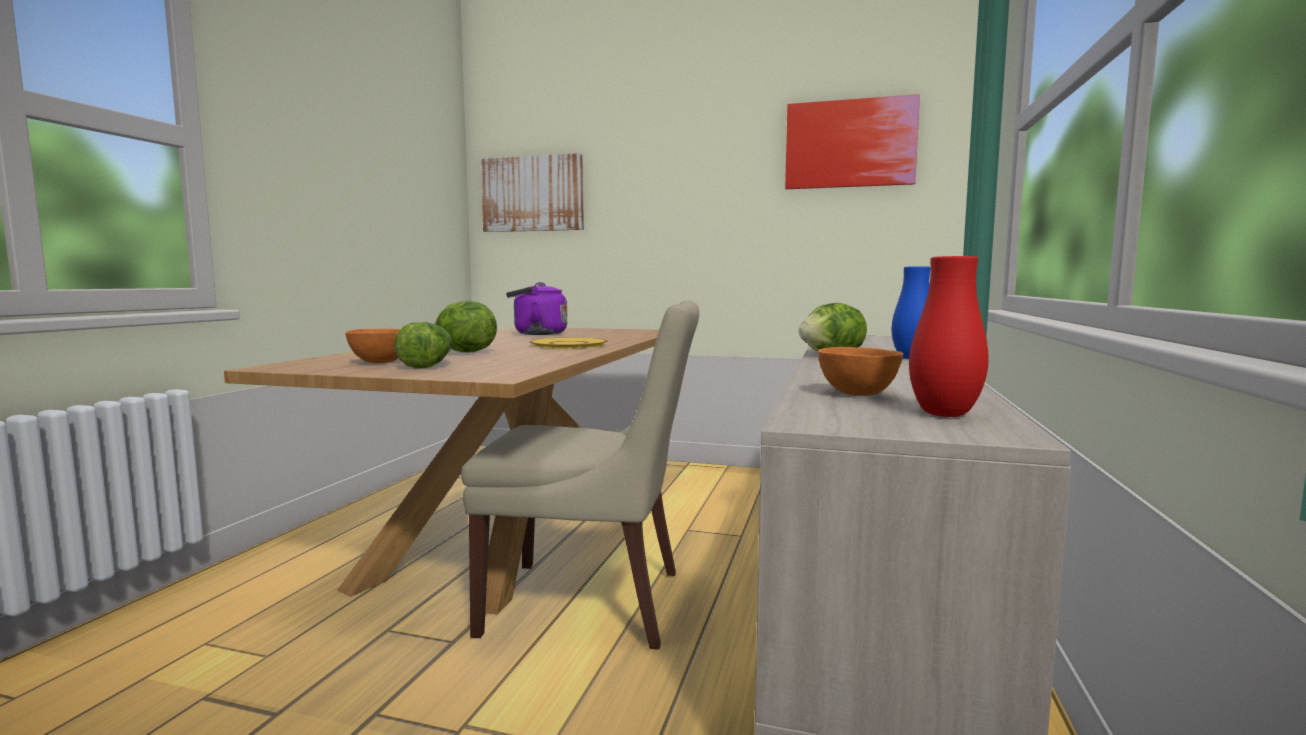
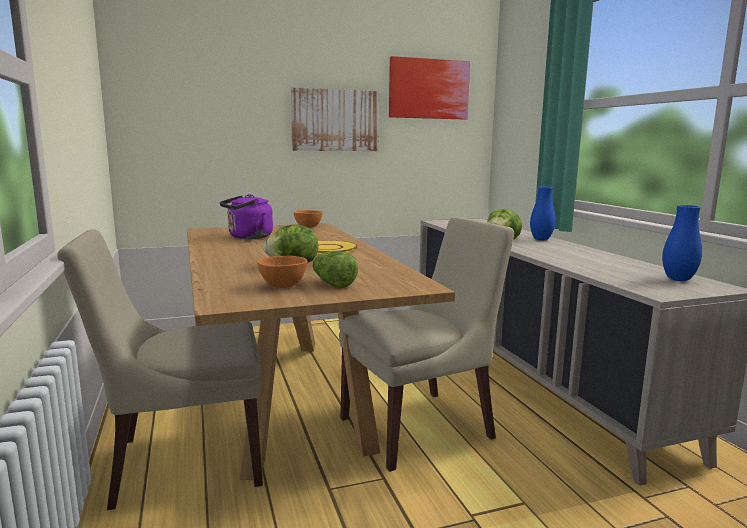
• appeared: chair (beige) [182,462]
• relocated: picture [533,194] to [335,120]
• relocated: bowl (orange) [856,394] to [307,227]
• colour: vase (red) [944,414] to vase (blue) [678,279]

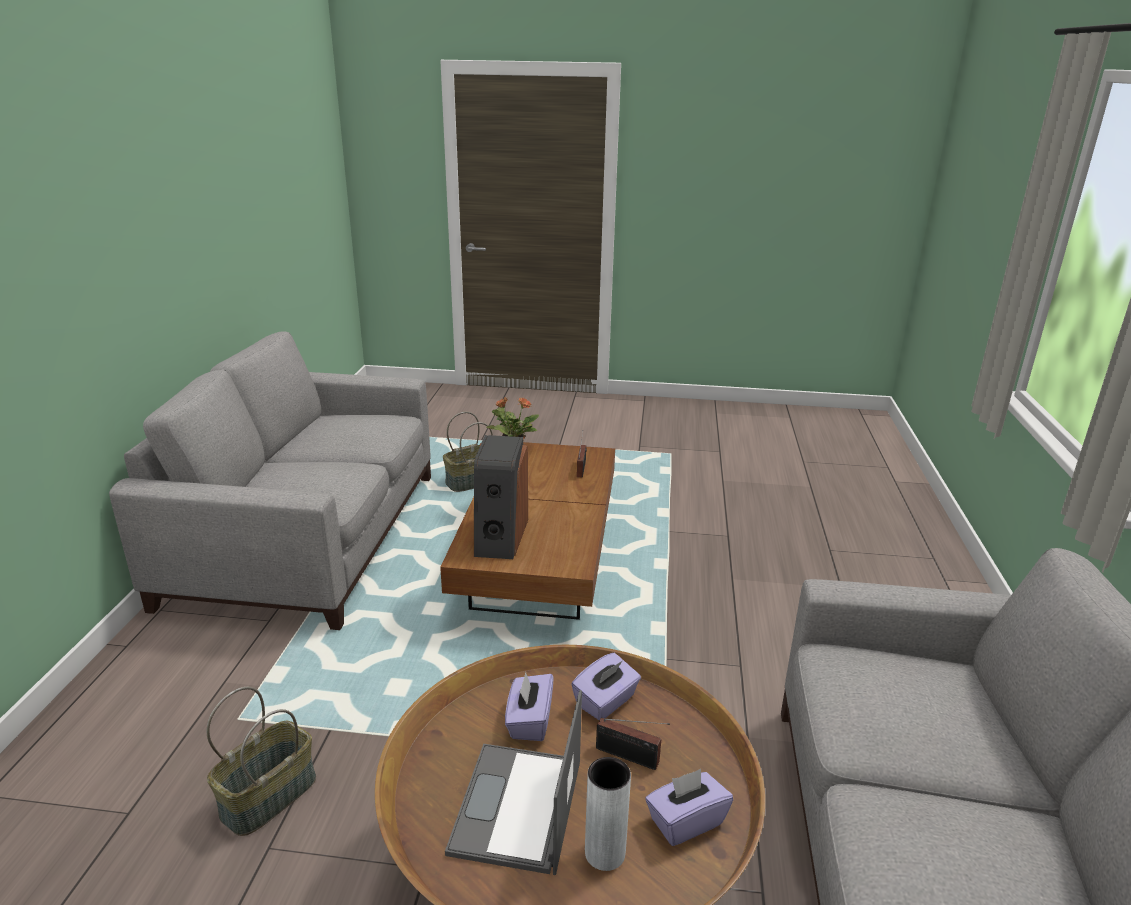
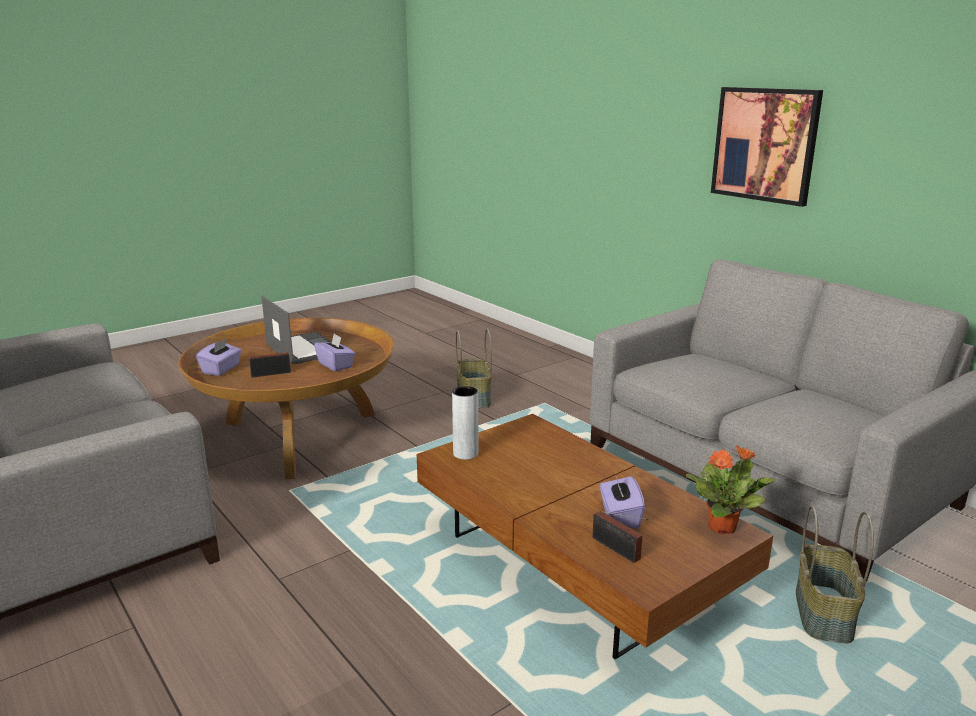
• relocated: vase (grey) [605,853] to [465,454]
• relocated: tissue box (purple) [606,702] to [619,516]
• appeared: picture [765,144]
• missing: speaker [500,537]

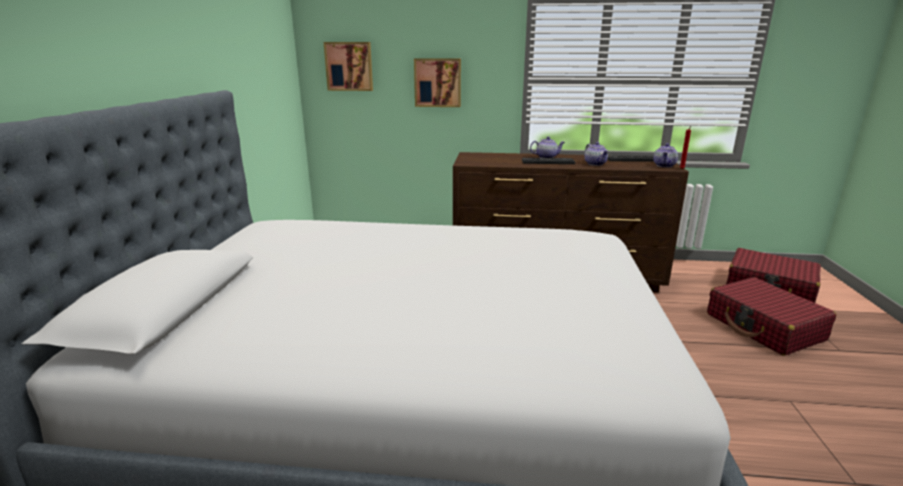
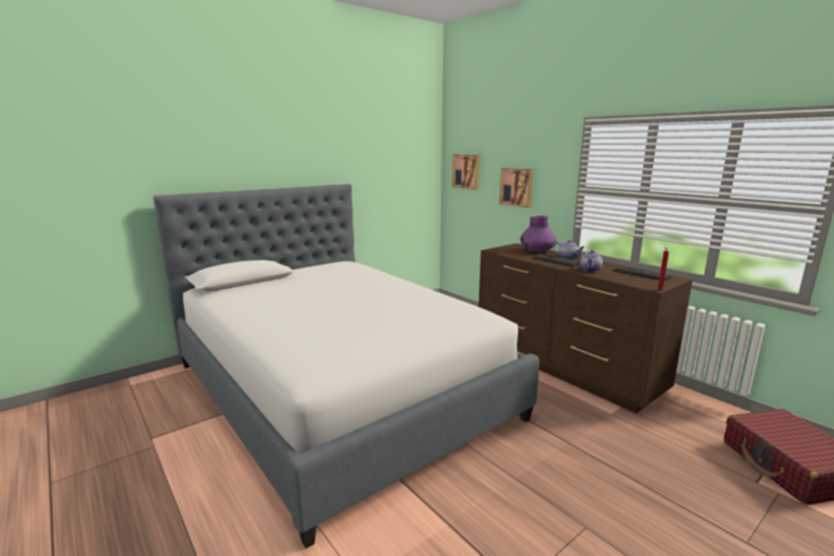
• appeared: vase (purple) [537,250]
• missing: teapot [664,165]
• missing: suitcase (red) [764,327]

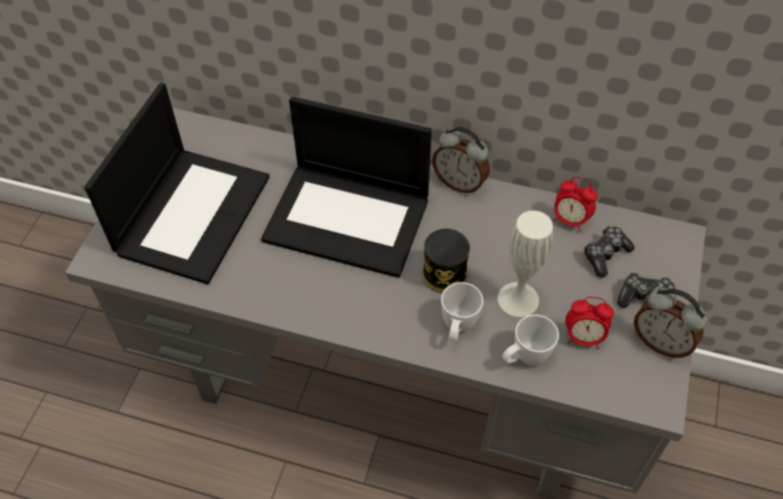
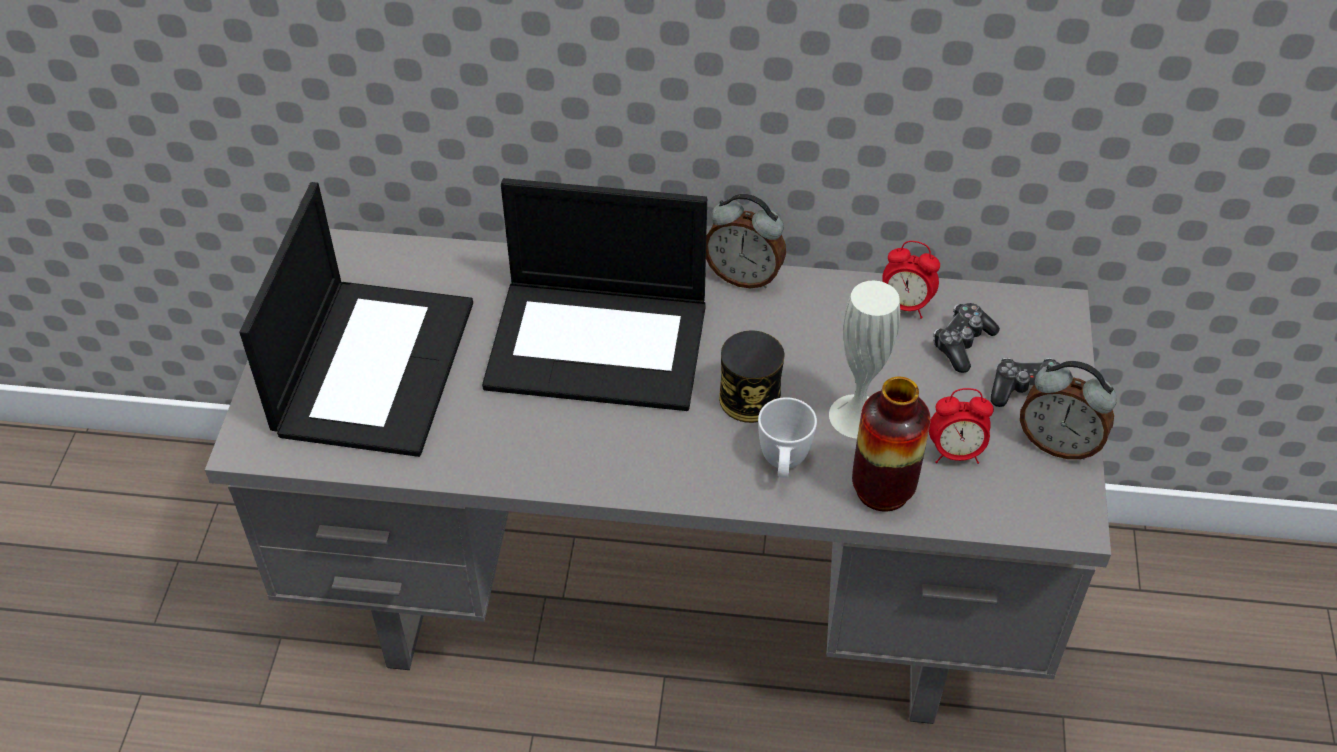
• exchanged: mug (white) [524,358] to vase [882,490]

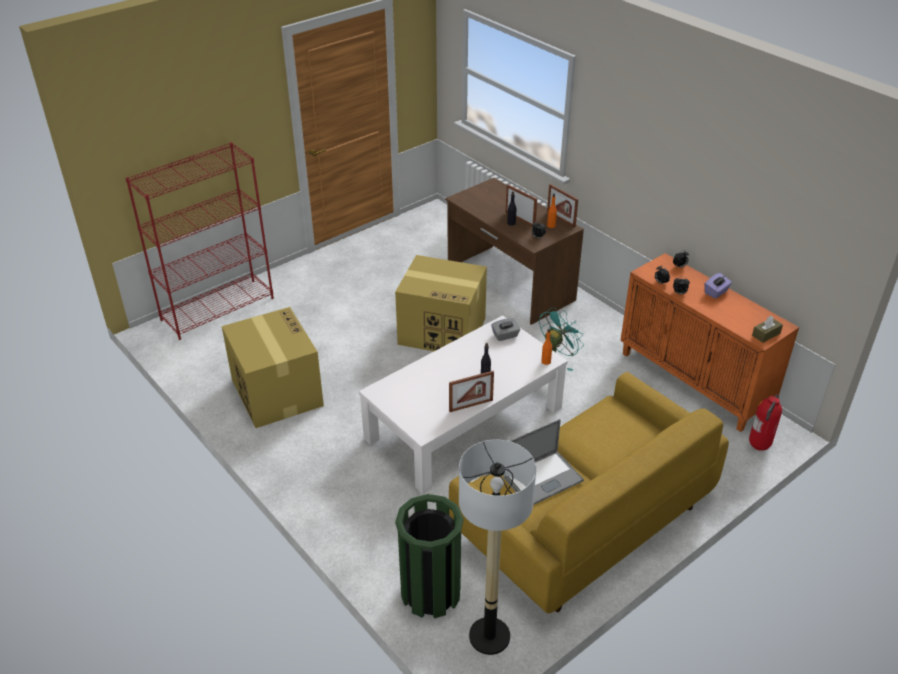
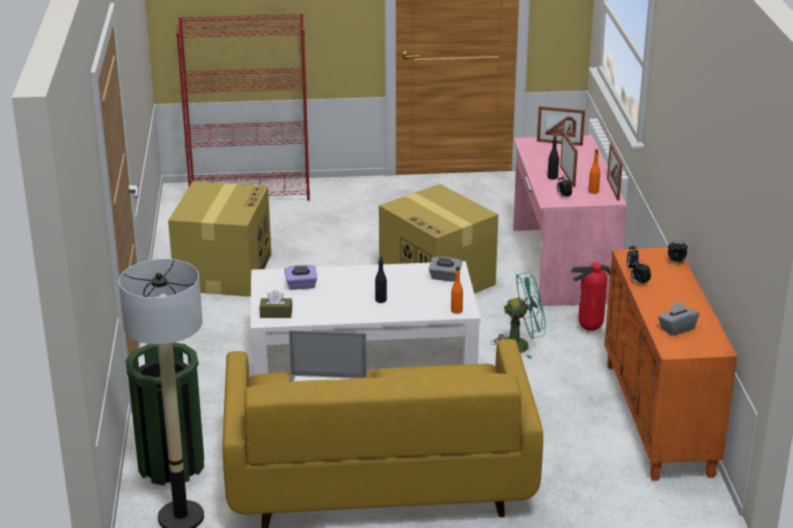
• relocated: tissue box (brown) [766,334] to [276,313]
• relocated: tissue box (purple) [716,292] to [301,286]
• colour: desk (brown) [509,283] to desk (pink) [561,264]
• relocated: picture frame [471,405] to [559,143]
• relocated: fire extinguisher [759,447] to [590,329]
• appeared: tissue box (grey) [676,328]

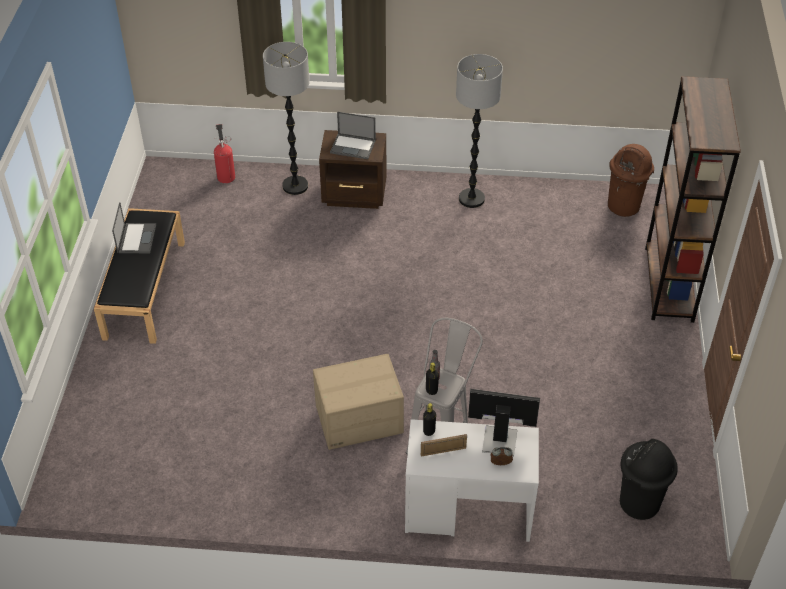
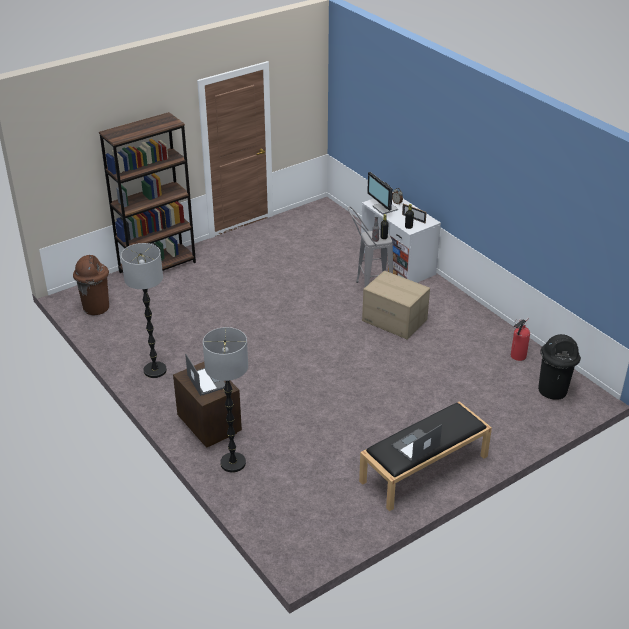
• relocated: fire extinguisher [226,176] to [517,356]
• relocated: trash can (black) [638,503] to [553,390]

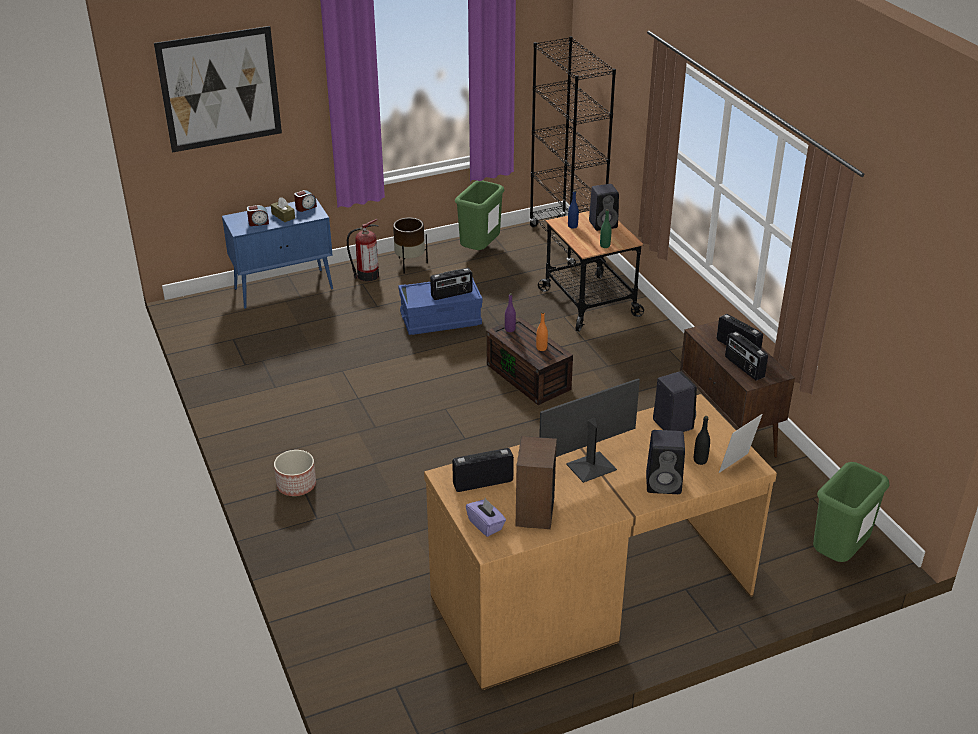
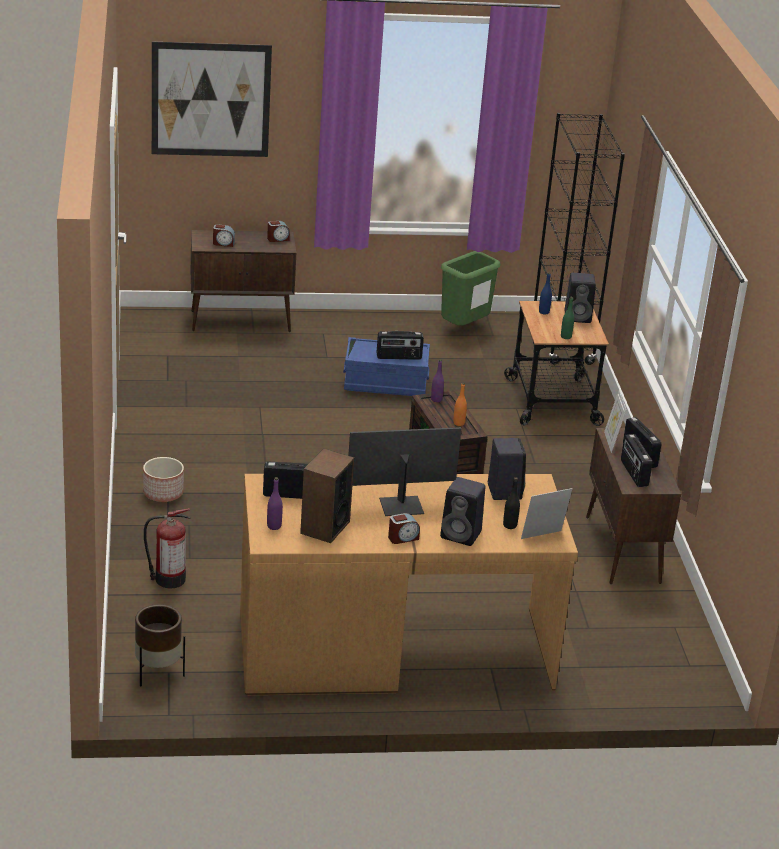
• relocated: planter (brown) [409,265] to [157,673]
• relocated: fire extinguisher [366,275] to [168,579]
• colour: cabinet (blue) [284,289] to cabinet (brown) [242,321]
• exchanged: tissue box (purple) [486,525] to bottle (purple) [274,526]
• appeared: alarm clock [403,538]
• appeared: picture frame [611,442]
• missing: tissue box (brown) [283,216]
• missing: trash can (green) [838,555]

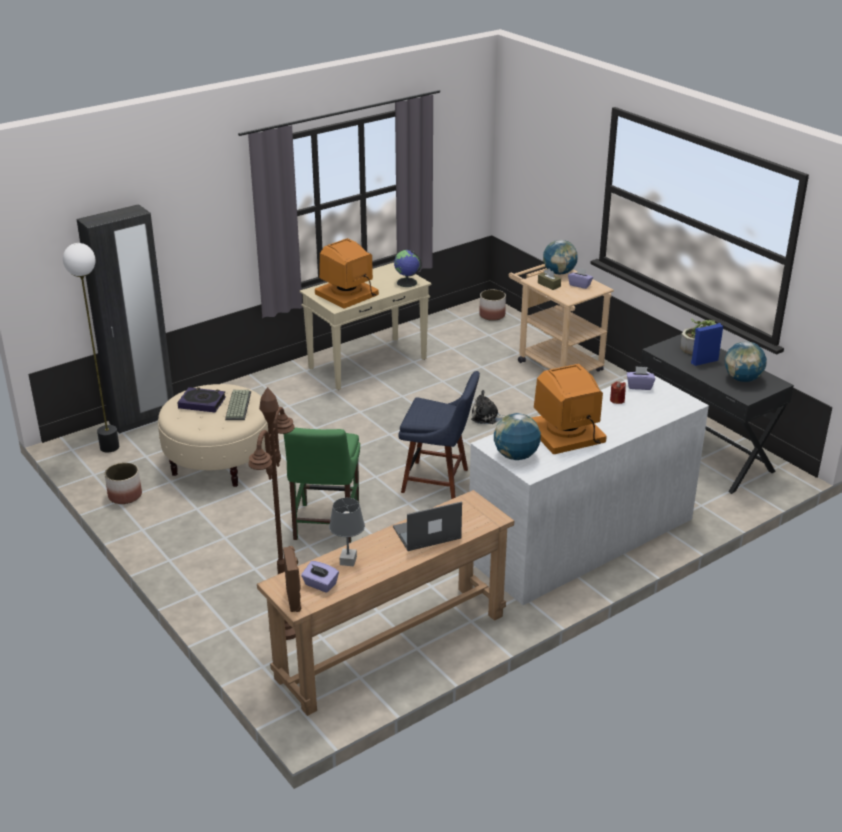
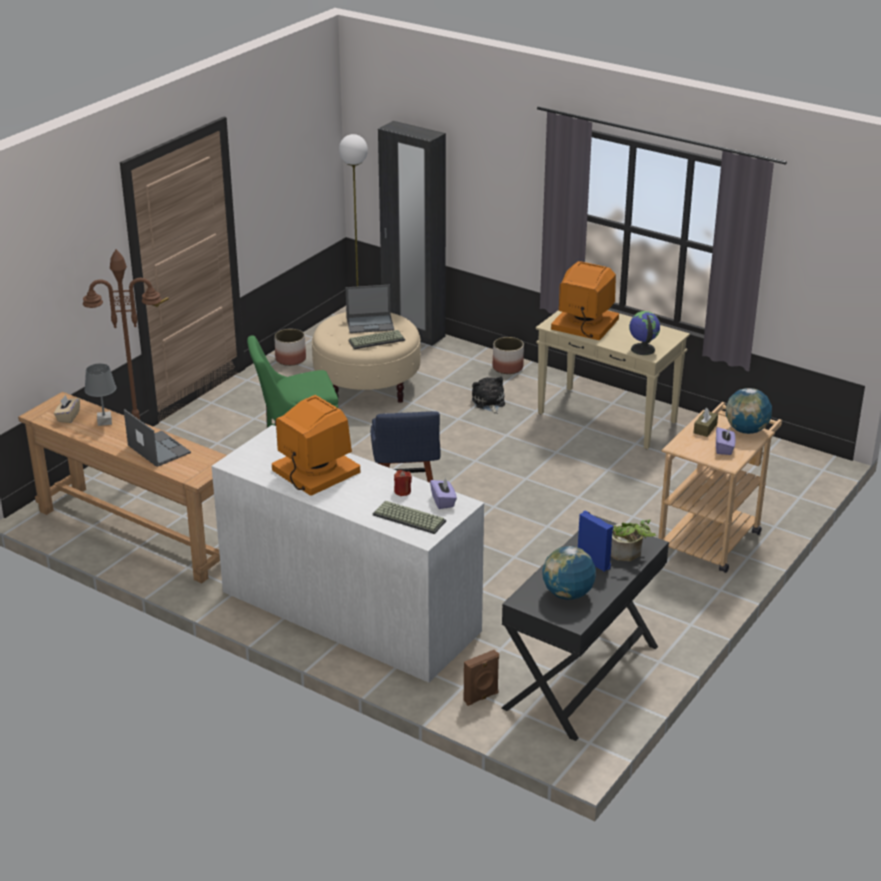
• colour: tissue box (purple) [320,585] to tissue box (beige) [68,417]
• exchanged: book [202,403] to laptop [370,324]
• appeared: keyboard [408,518]
• relocated: speaker (brown) [294,599] to [481,697]
• relocated: plush toy [487,417] to [489,402]
• relocated: planter [492,315] to [507,368]
• missing: globe [516,456]

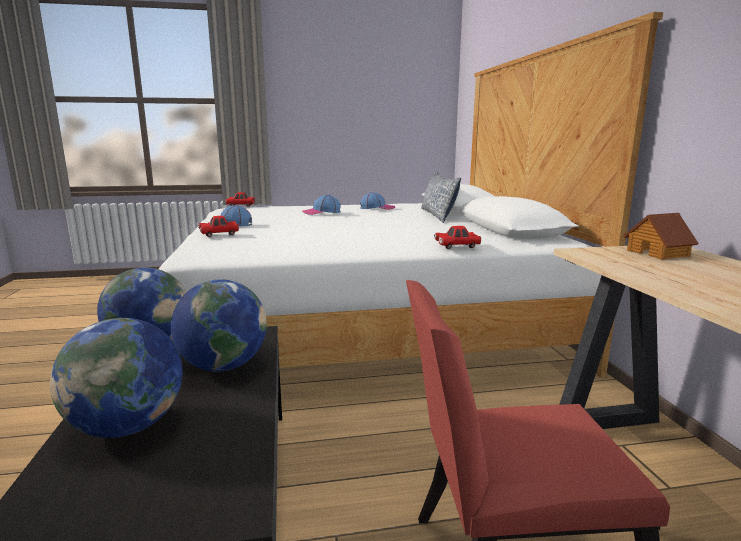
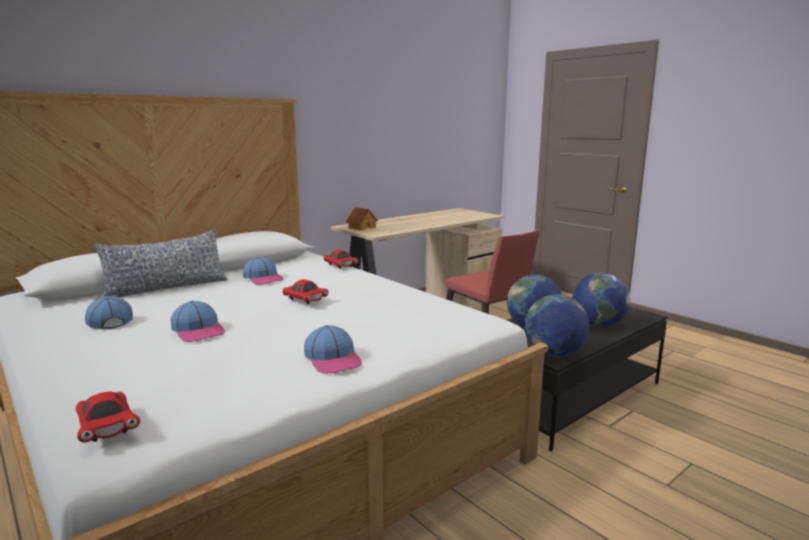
• appeared: cap [263,278]
• relocated: toy car (red) [219,234] to [305,300]

